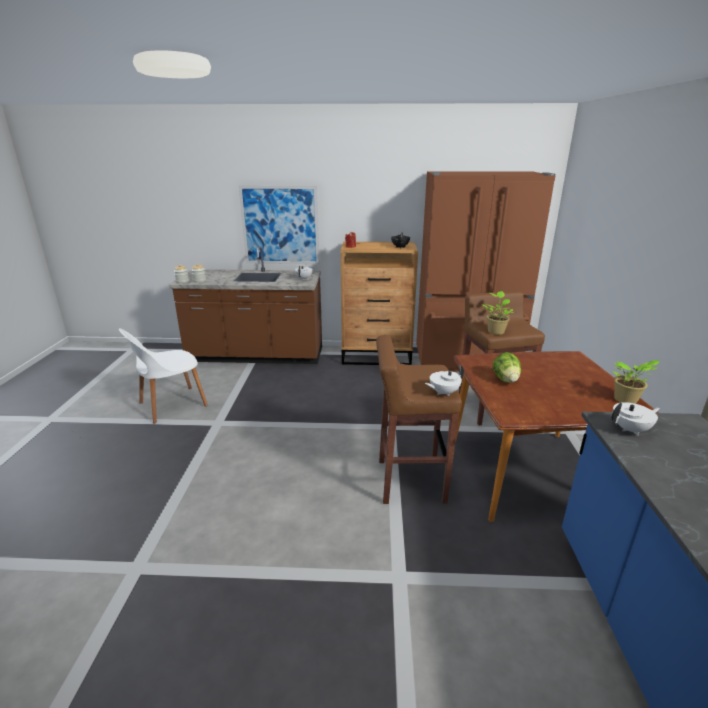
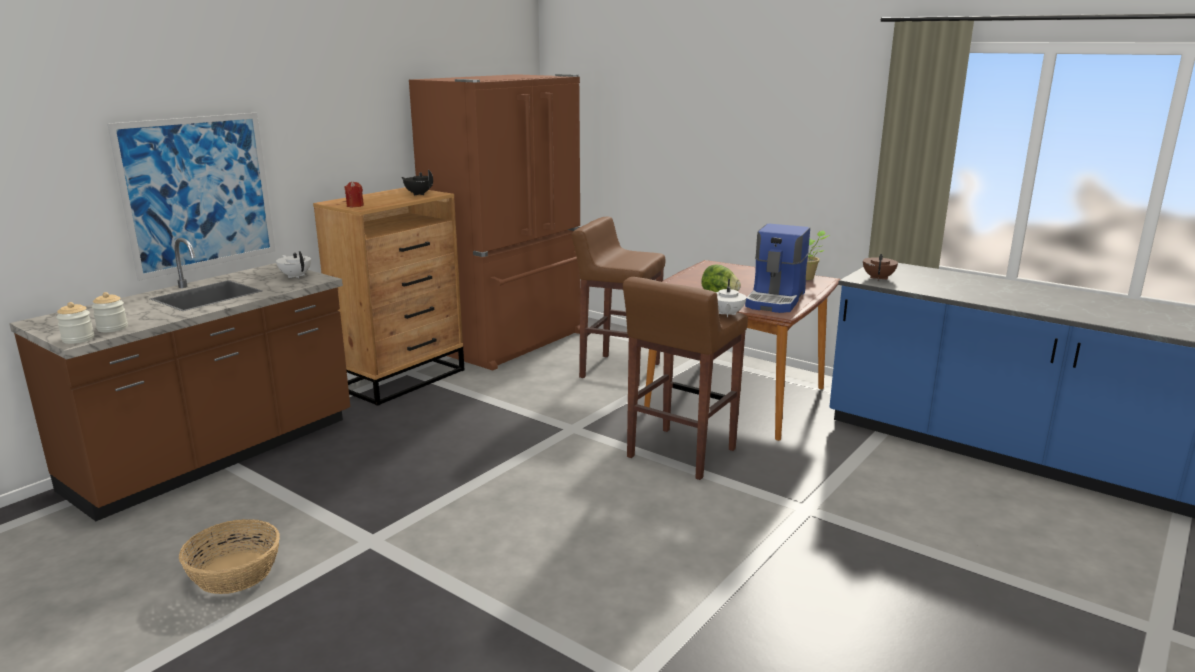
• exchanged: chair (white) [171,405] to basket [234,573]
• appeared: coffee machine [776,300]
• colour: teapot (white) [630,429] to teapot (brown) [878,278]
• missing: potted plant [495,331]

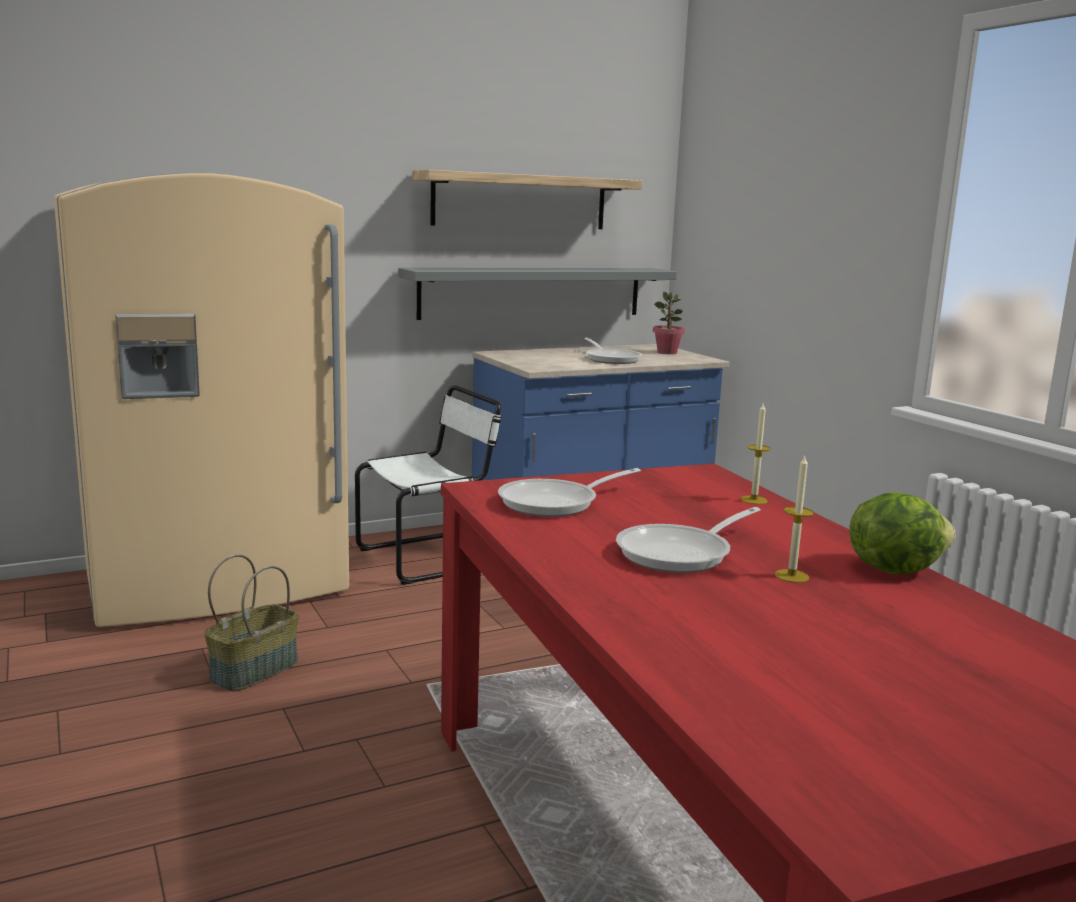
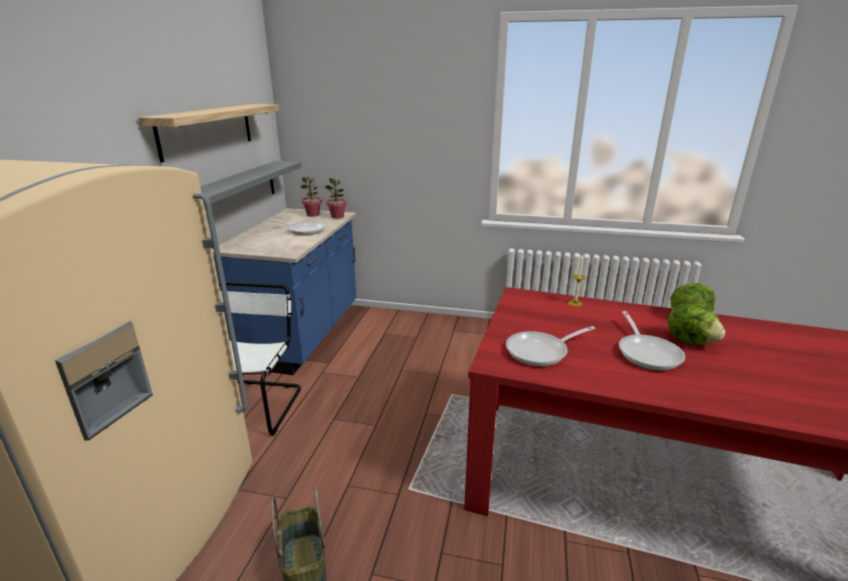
• appeared: potted plant [337,217]
• spun: frying pan [556,503] = [541,351] 60 degrees clockwise
• exchanged: candle [791,576] to lettuce [690,341]

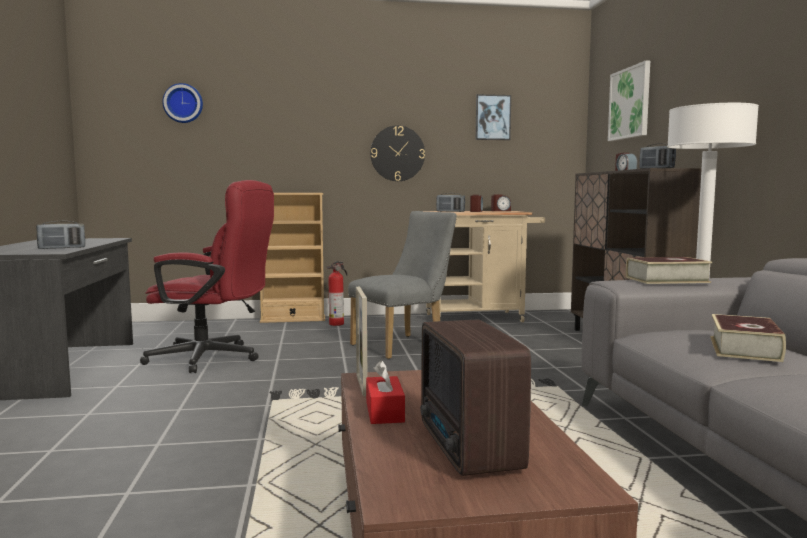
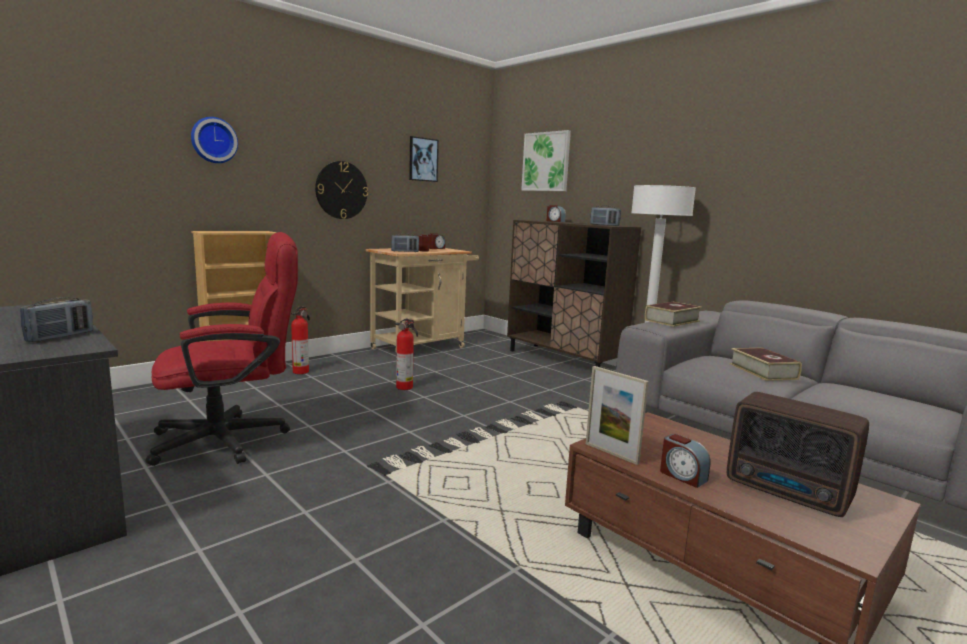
• relocated: wall clock [183,103] to [213,140]
• exchanged: chair (grey) [404,345] to fire extinguisher [405,387]
• exchanged: tissue box (red) [384,412] to alarm clock [682,476]

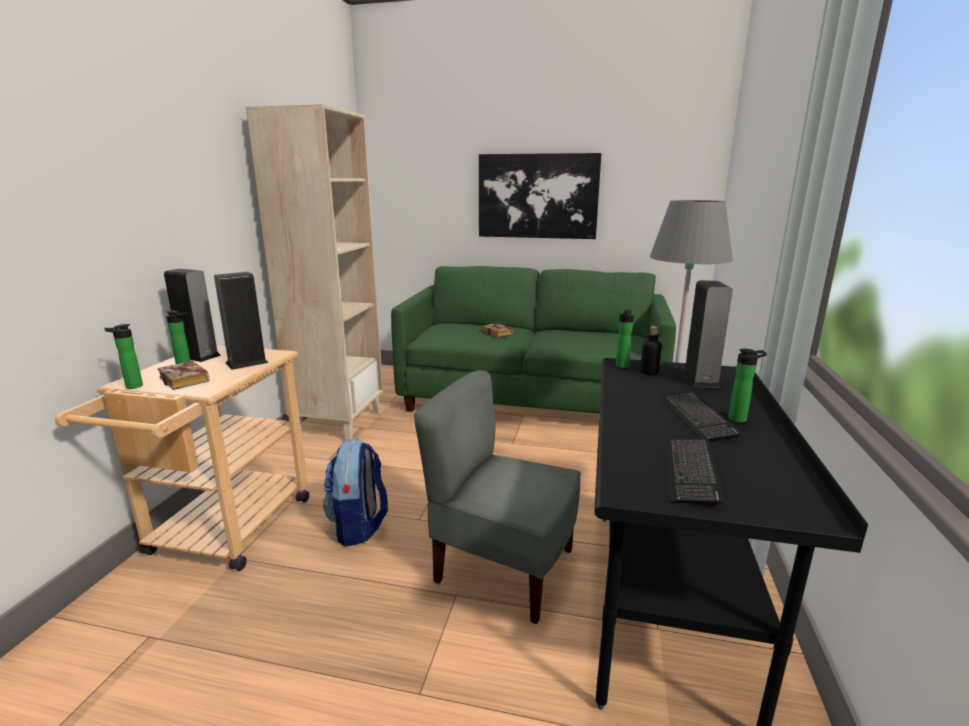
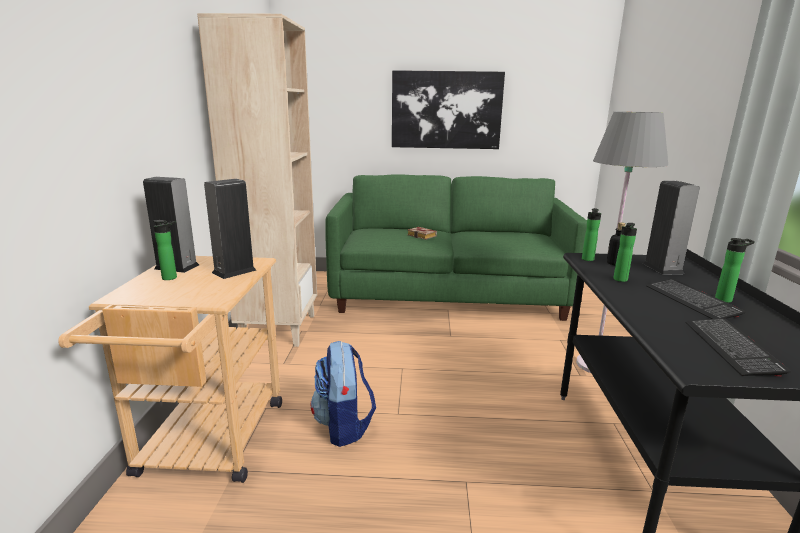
• relocated: bottle [131,387] to [619,280]
• missing: book [187,380]
• missing: chair (grey) [503,568]

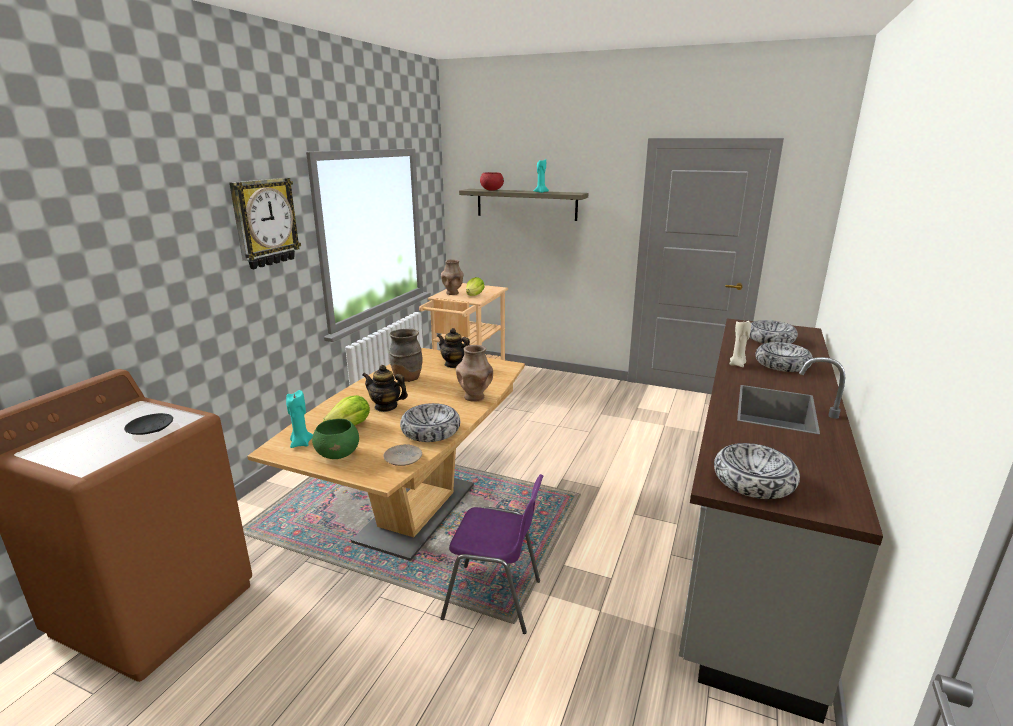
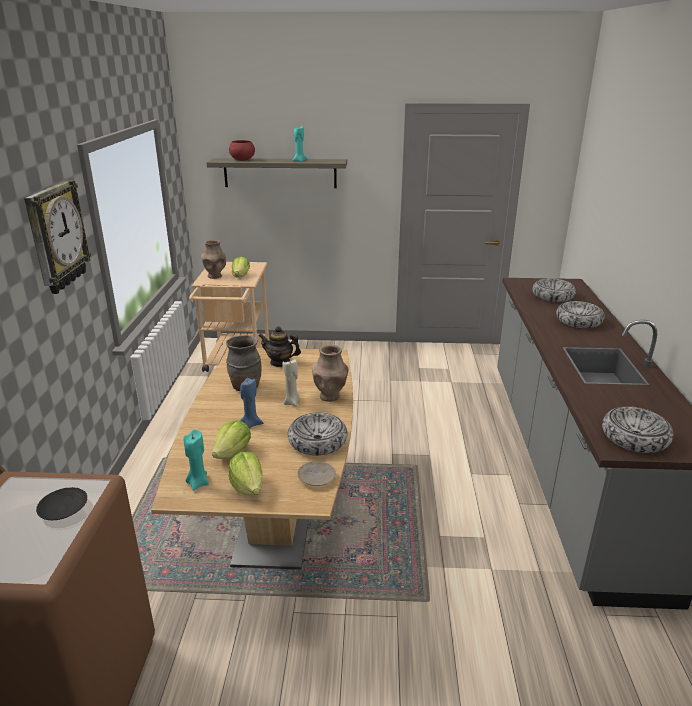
• exchanged: bowl (green) [338,454] to lettuce [248,486]
• exchanged: teapot [386,407] to candle (blue) [251,423]
• relocated: candle (beige) [737,364] to [292,402]
• missing: chair (purple) [495,600]

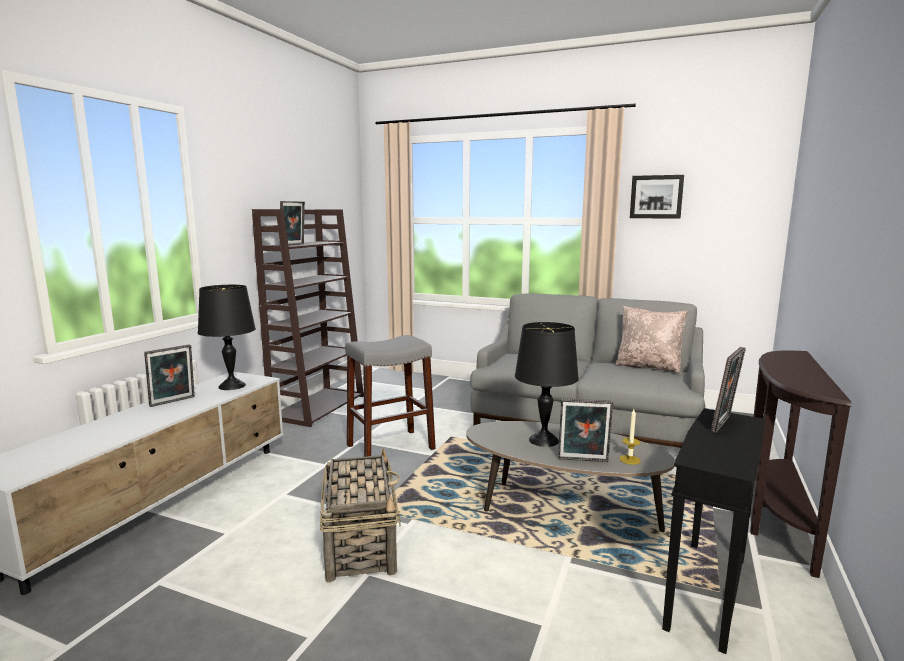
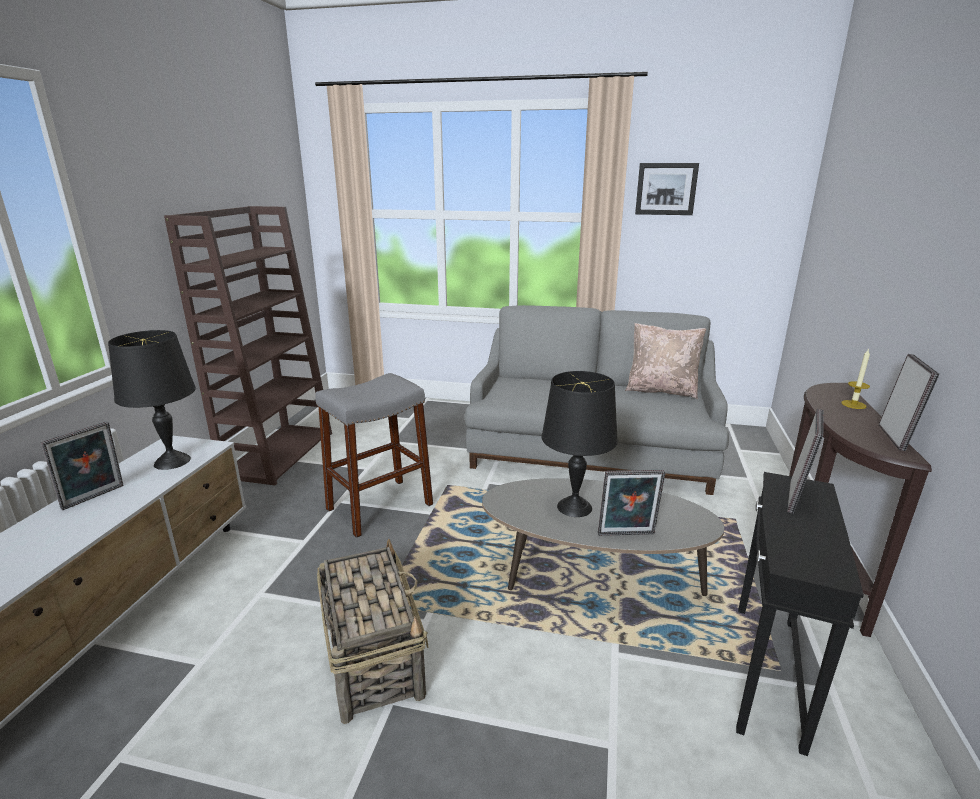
• relocated: candle [629,460] to [853,404]
• relocated: picture frame [293,245] to [895,438]

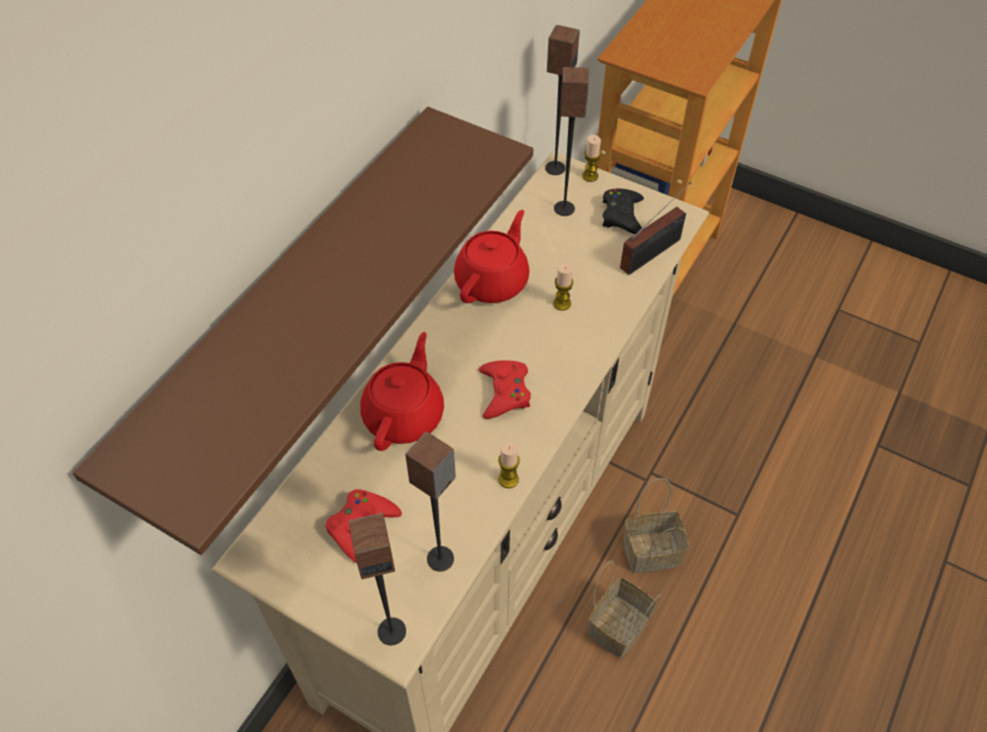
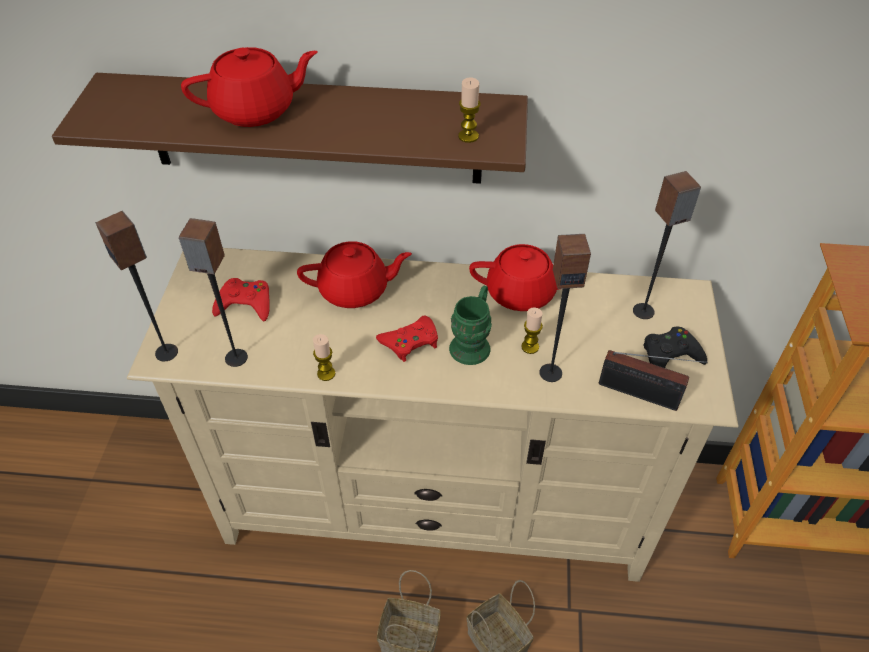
• appeared: teapot (red) [256,110]
• appeared: mug (green) [473,342]
• relocated: candle [590,176] to [468,136]
• relocated: speaker [554,168] to [550,372]

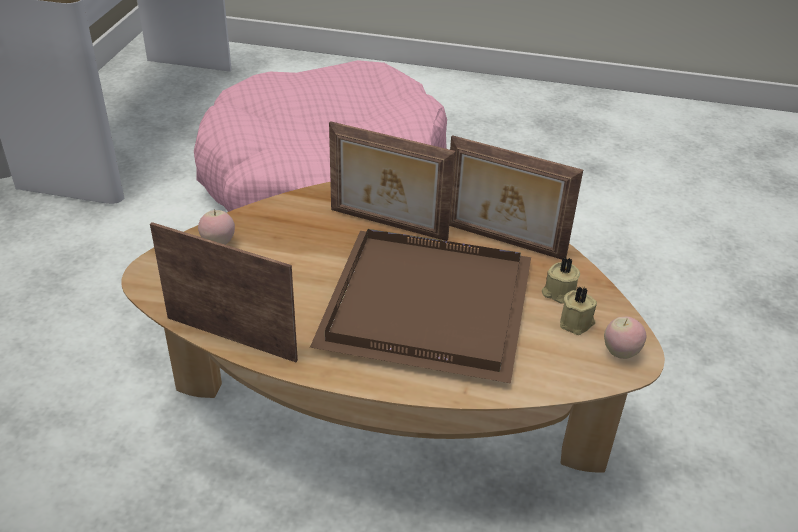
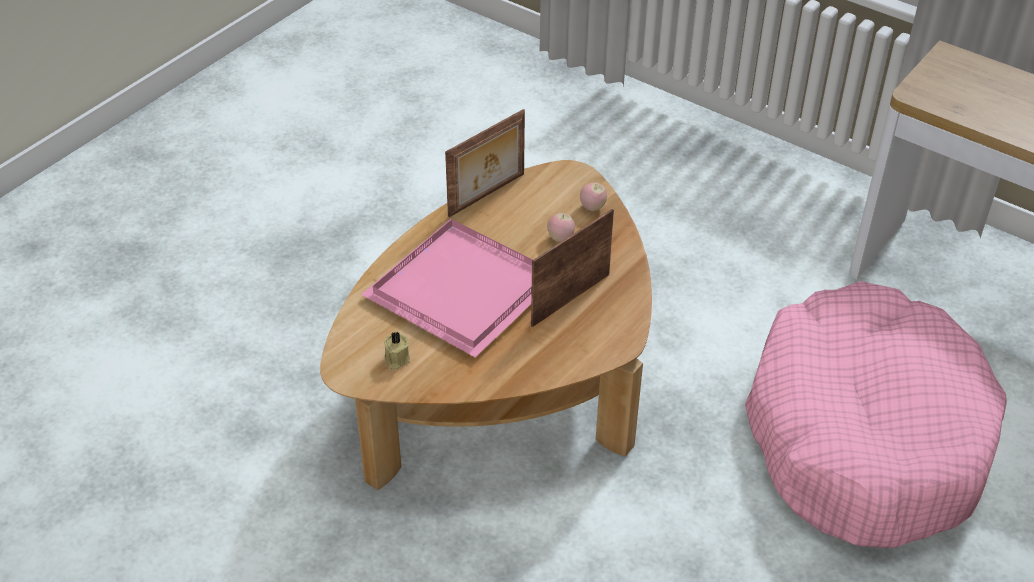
• colour: tray (brown) [423,308] to tray (pink) [462,286]
• relocated: apple [620,352] to [560,238]
• missing: picture frame [502,242]
• missing: candle (beige) [558,293]

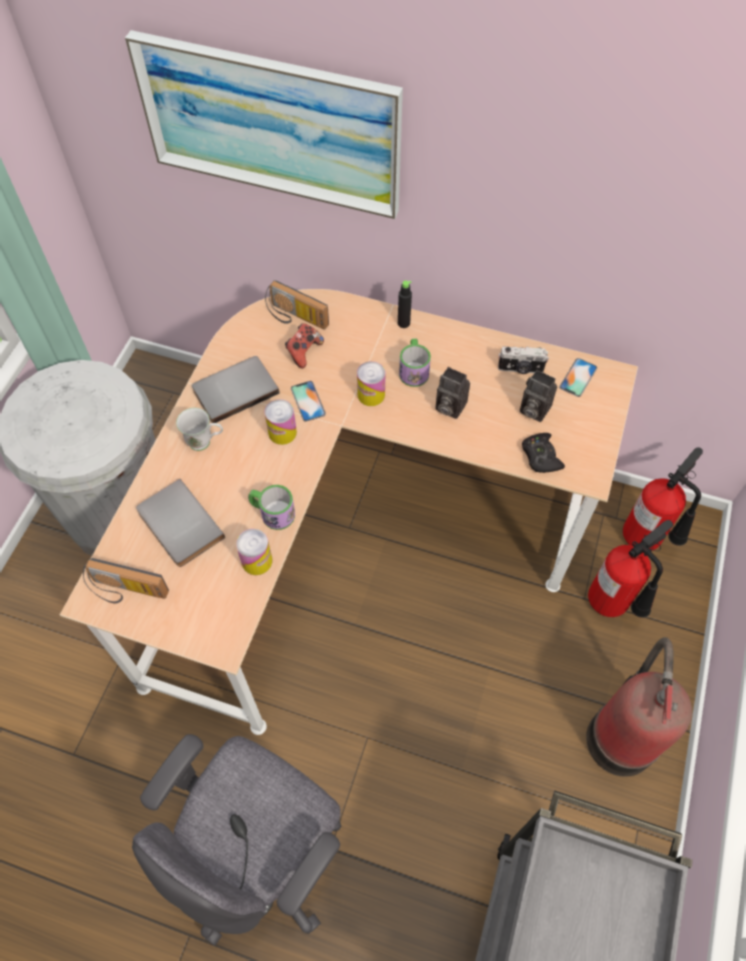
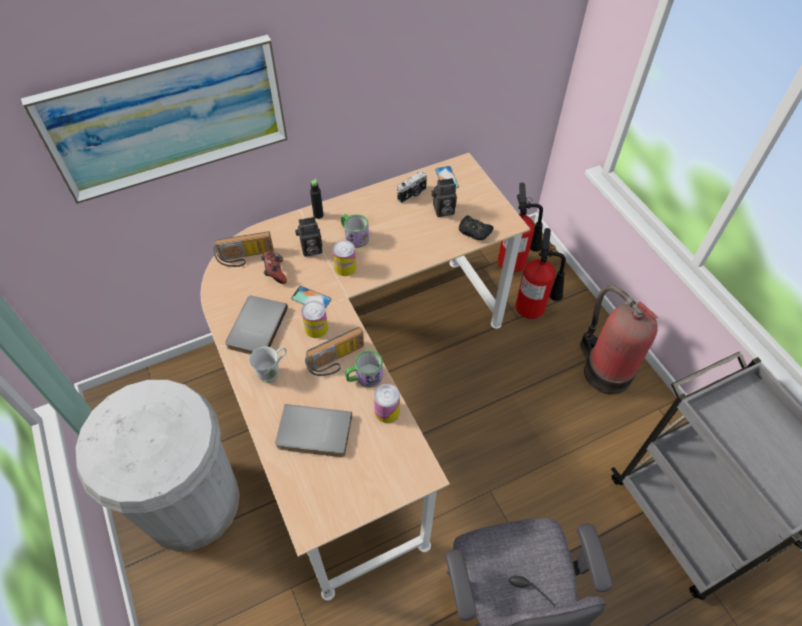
• relocated: photo camera [448,406] to [310,249]
• relocated: radio [126,592] to [337,361]

